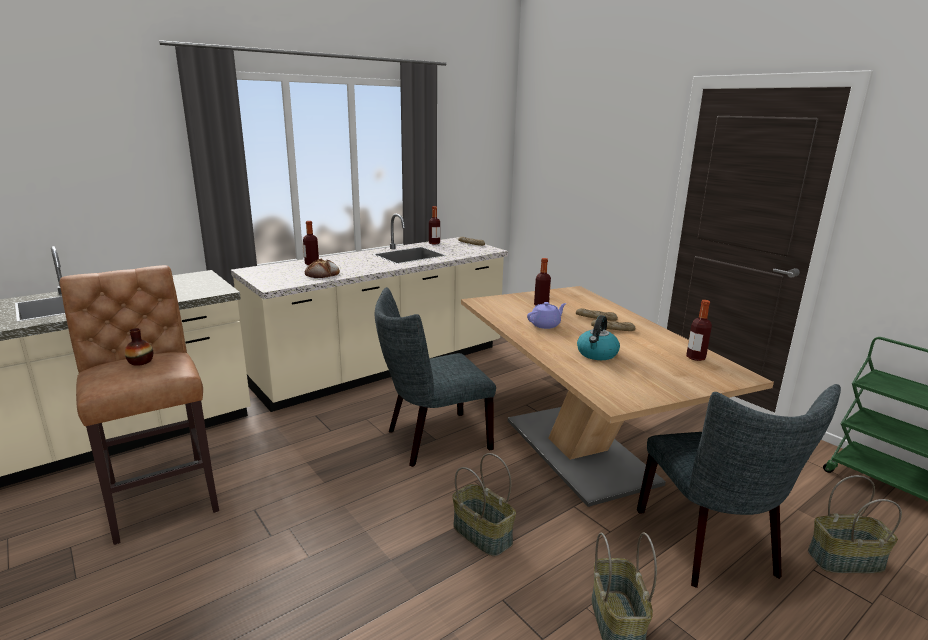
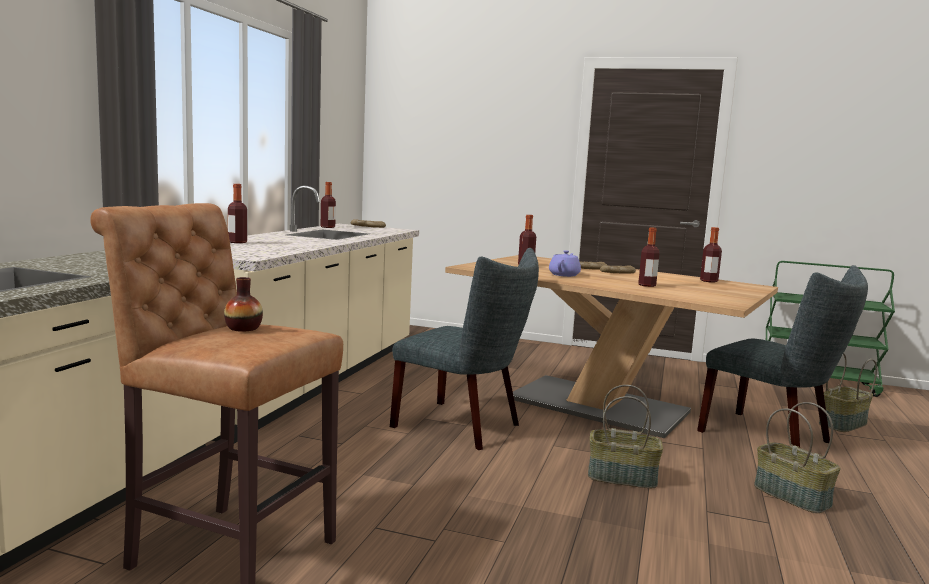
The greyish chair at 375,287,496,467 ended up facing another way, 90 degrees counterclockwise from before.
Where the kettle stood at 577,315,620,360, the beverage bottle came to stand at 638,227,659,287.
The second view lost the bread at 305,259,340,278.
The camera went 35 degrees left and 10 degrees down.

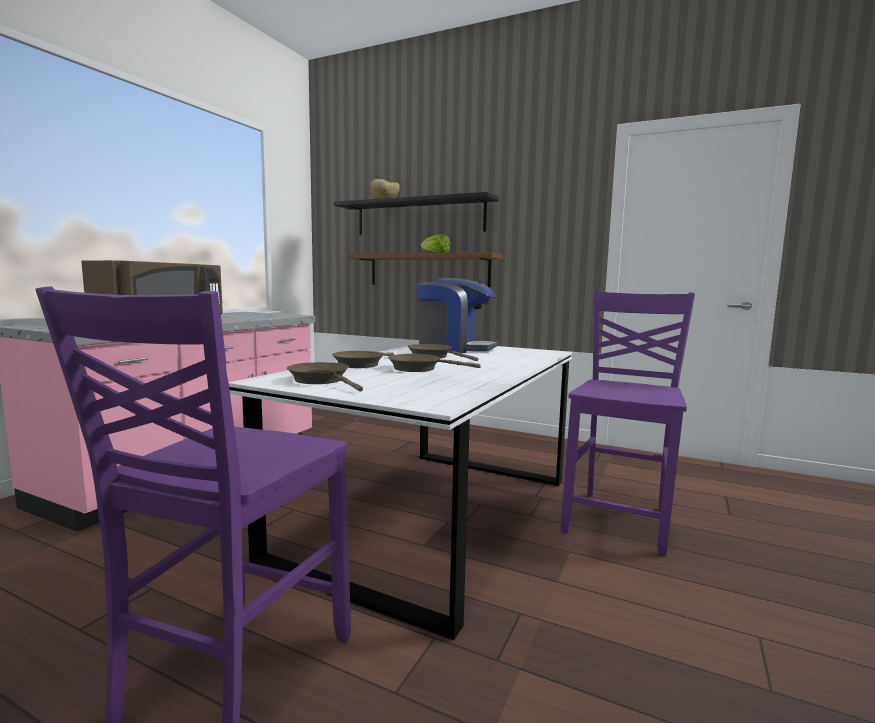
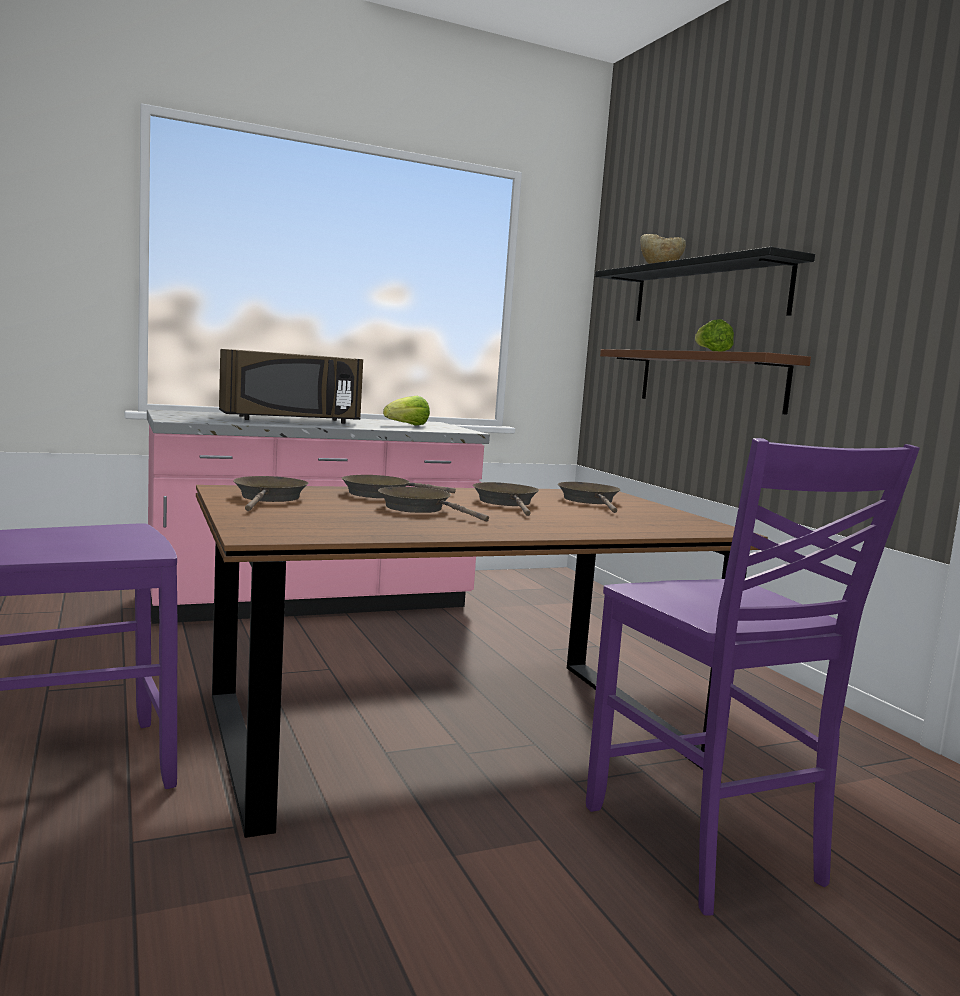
What was the whitish kitchen table at 228,346,572,640 turned into the brown kitchen table at 196,485,768,838.
The second view gained the lettuce head at 383,396,430,426.
Where the coffee machine stood at 417,278,498,353, the brown skillet came to stand at 558,482,621,513.
The purplish chair at 561,290,695,556 ended up facing another way, 90 degrees clockwise from before.
The camera went 40 degrees right and 0 degrees up.

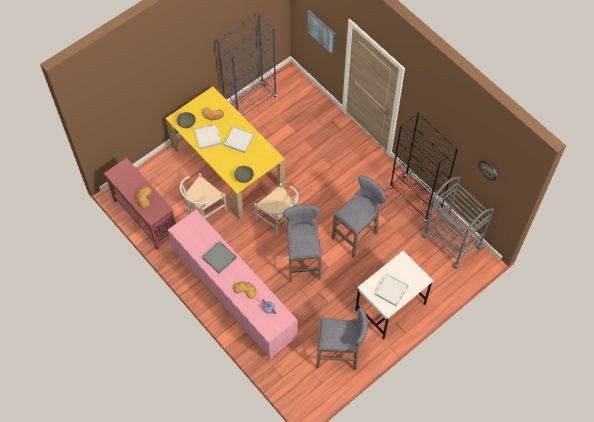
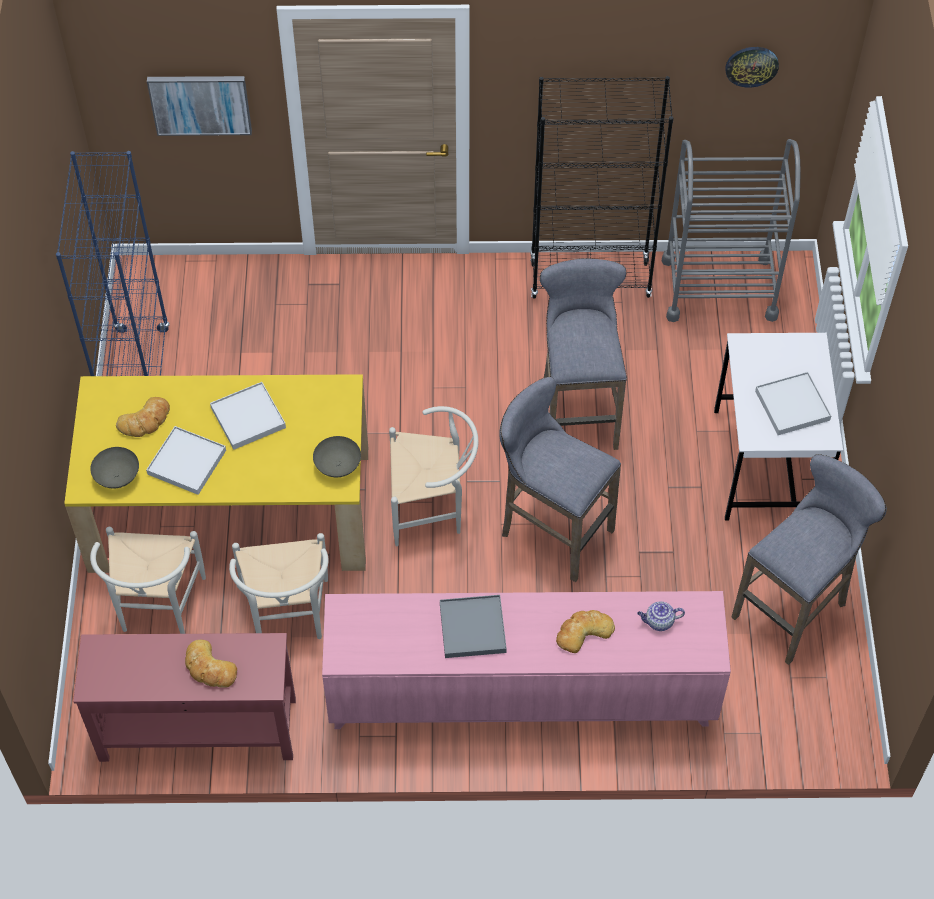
The second view gained the whitish chair at 90,527,206,634.
The camera went 50 degrees left and 5 degrees down.

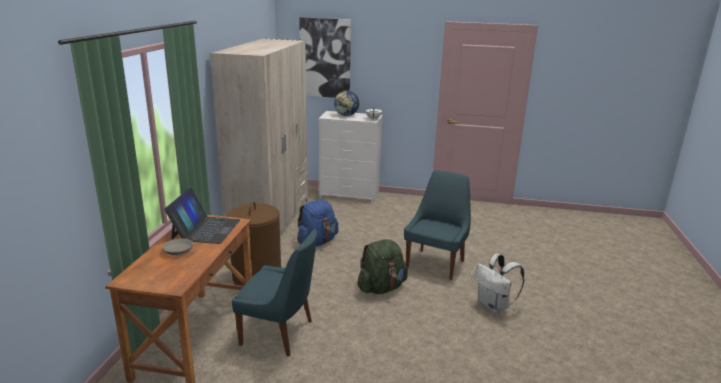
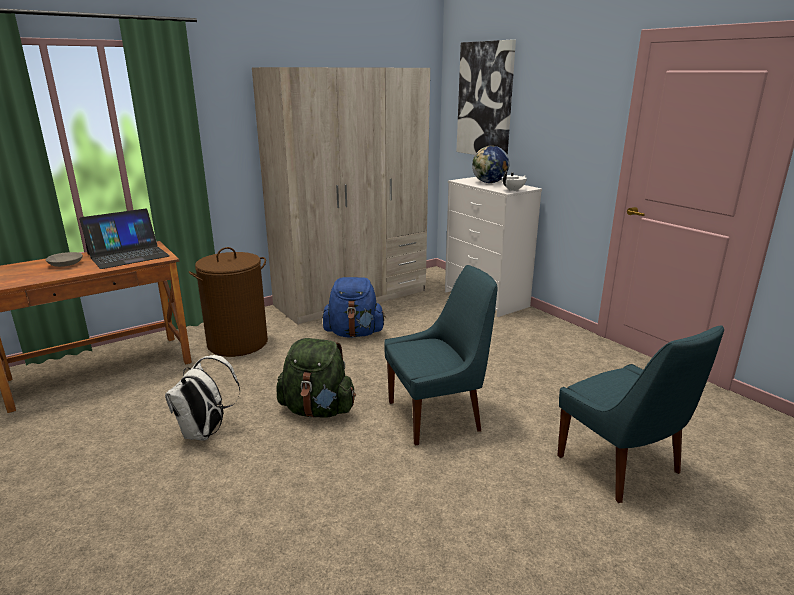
The whitish knapsack ended up elsewhere, having gone from 475,253,524,313 to 165,355,240,441.
The blue chair ended up elsewhere, having gone from 232,229,317,357 to 557,325,724,503.
The camera went 45 degrees right and 0 degrees up.

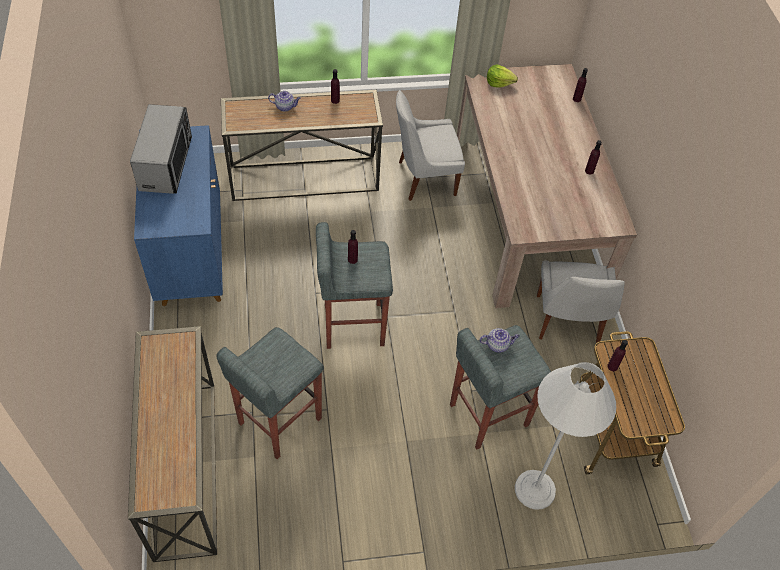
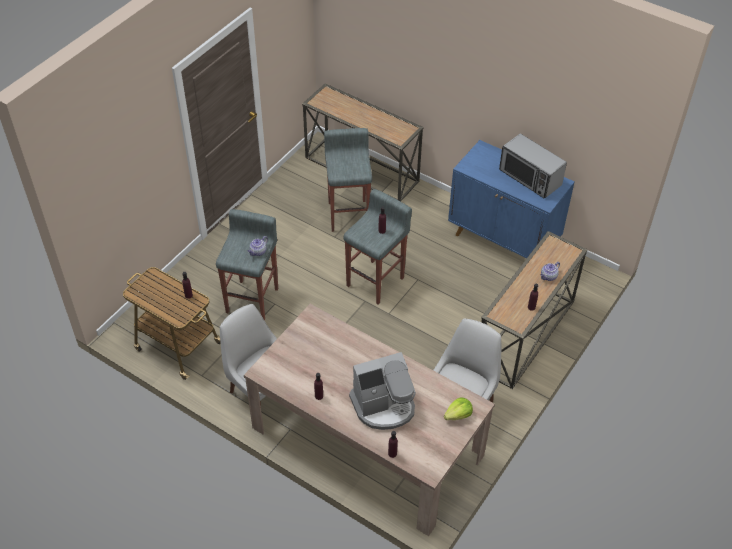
The second view gained the coffee machine at 349,352,416,430.
The second view lost the whitish floor lamp at 515,362,616,510.
The camera went 135 degrees right and 5 degrees down.

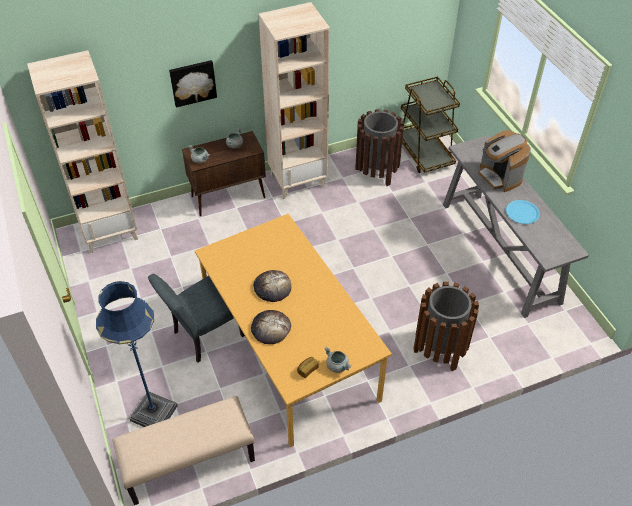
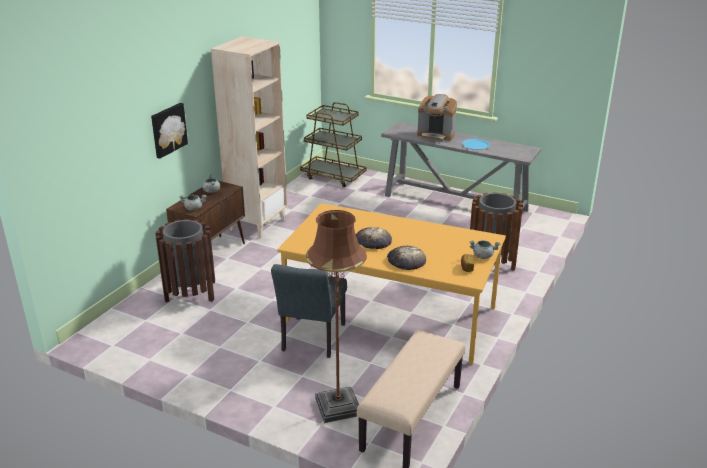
The brown waste bin ended up elsewhere, having gone from 355,109,404,186 to 156,219,215,302.
What was the blue floor lamp at 96,281,178,427 turned into the brown floor lamp at 306,210,367,423.
The second view lost the beige-coloured bookcase at 27,50,138,253.
The camera went 40 degrees left and 20 degrees down.

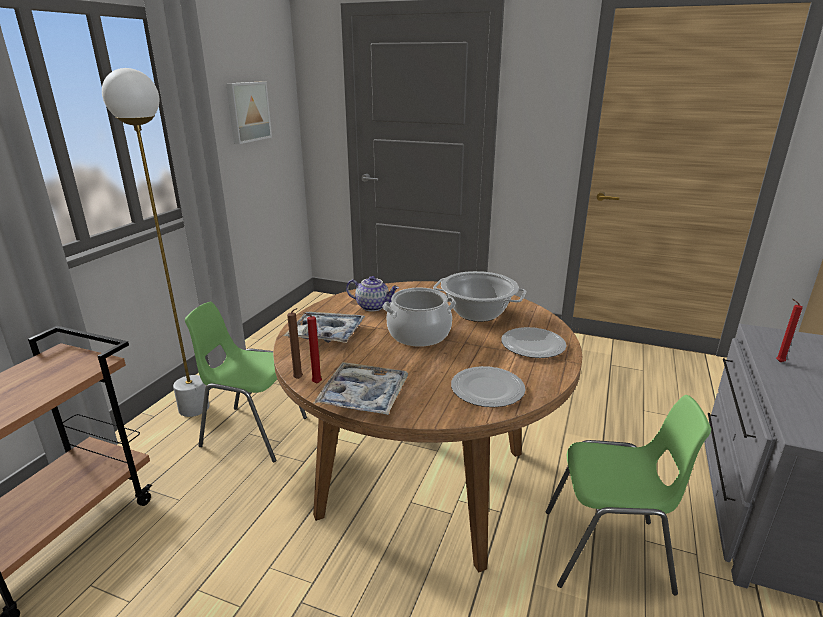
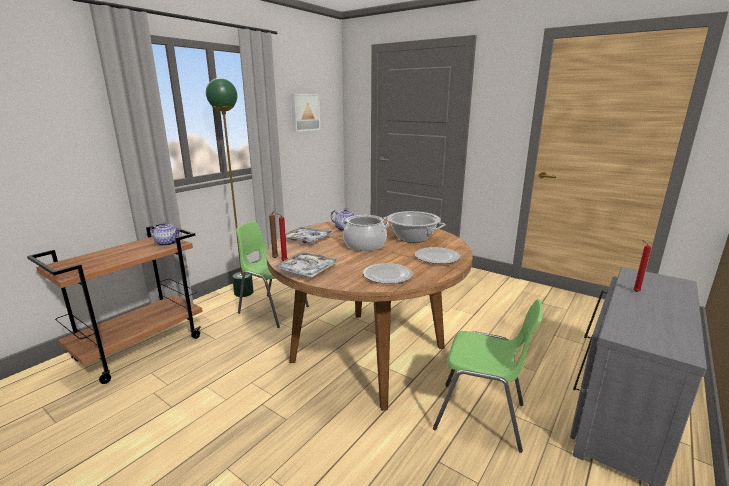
The second view gained the tea pot at 150,222,181,246.
What was the whitish floor lamp at 102,68,210,417 turned into the green floor lamp at 206,78,254,297.
The camera went 15 degrees right and 5 degrees down.

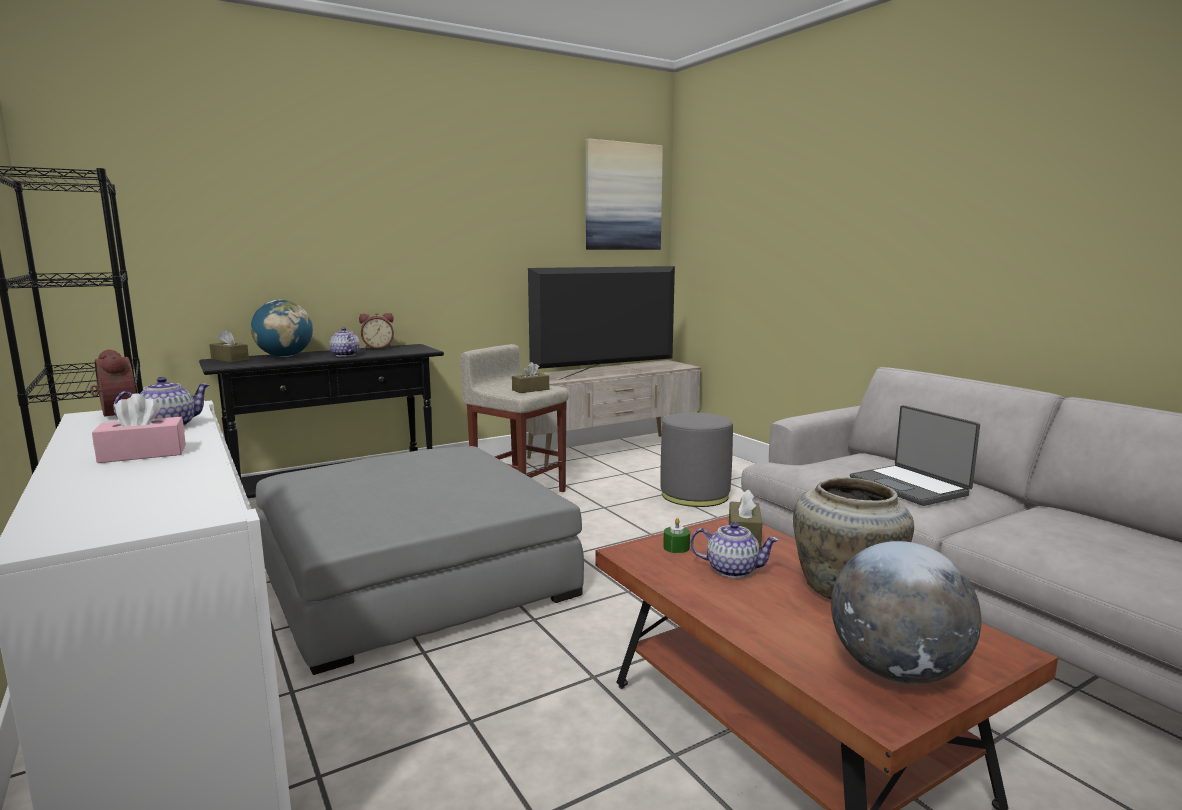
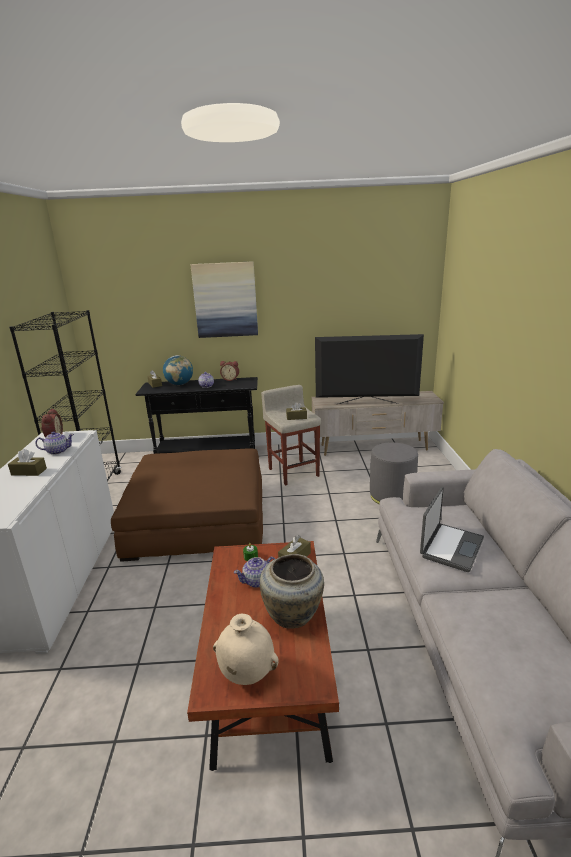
What was the pink tissue holder at 92,393,186,463 turned into the brown tissue holder at 8,449,47,476.
What was the greyish pouffe at 256,446,584,675 turned into the brown pouffe at 111,448,263,562.
The wall art ended up elsewhere, having gone from 586,139,663,250 to 191,261,258,338.
Where the desk globe stood at 831,541,981,684, the beige-coloured vase came to stand at 213,614,279,685.
The tea pot at 690,522,779,578 ended up facing another way, 105 degrees clockwise from before.
The laptop at 850,405,980,506 ended up facing another way, 150 degrees counterclockwise from before.
The camera went 30 degrees right and 10 degrees up.

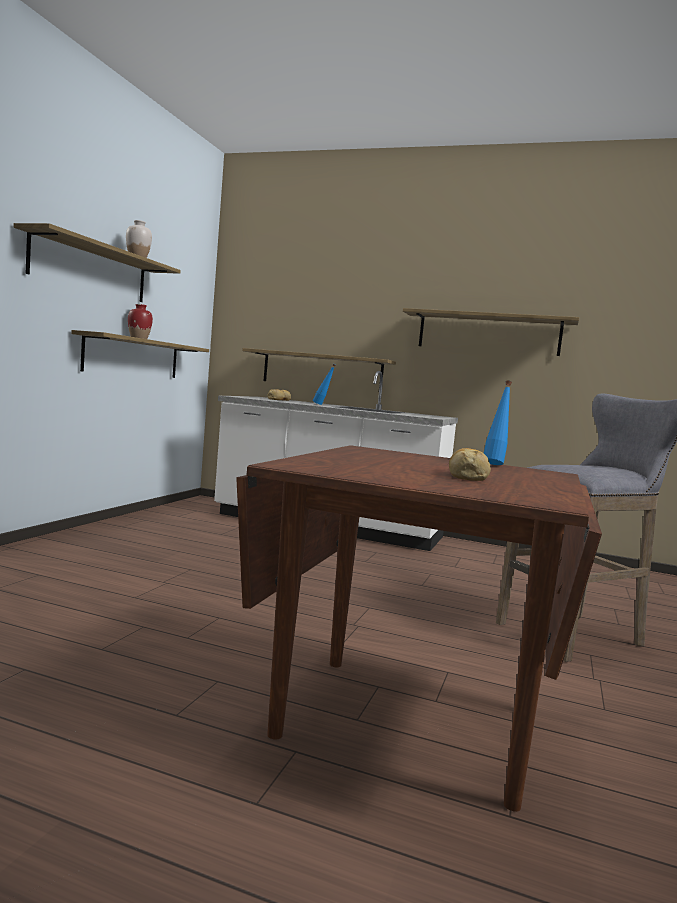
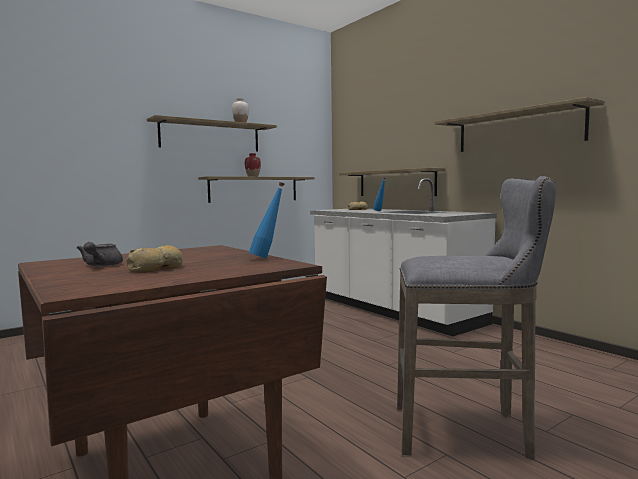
The second view gained the greyish tea pot at 77,242,123,267.
The camera went 35 degrees right and 0 degrees up.

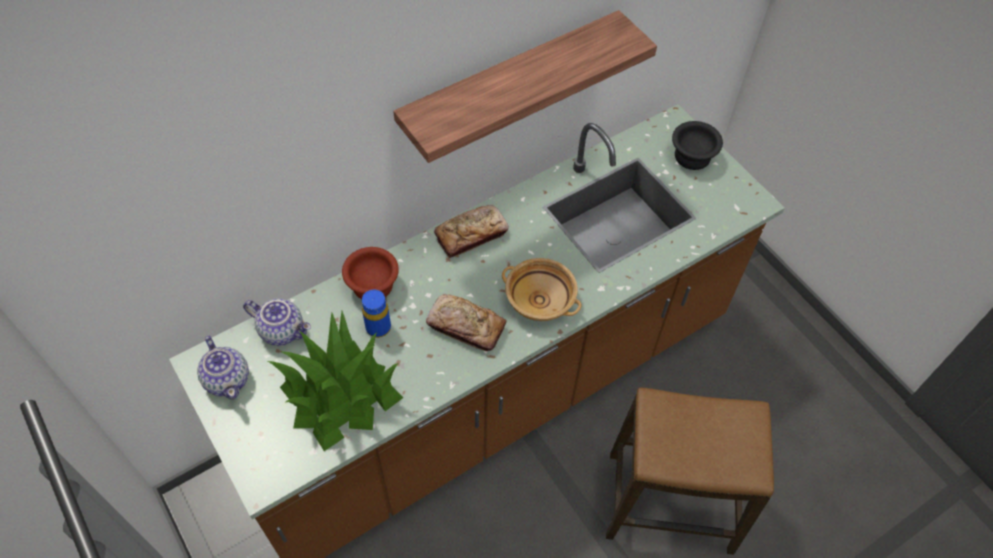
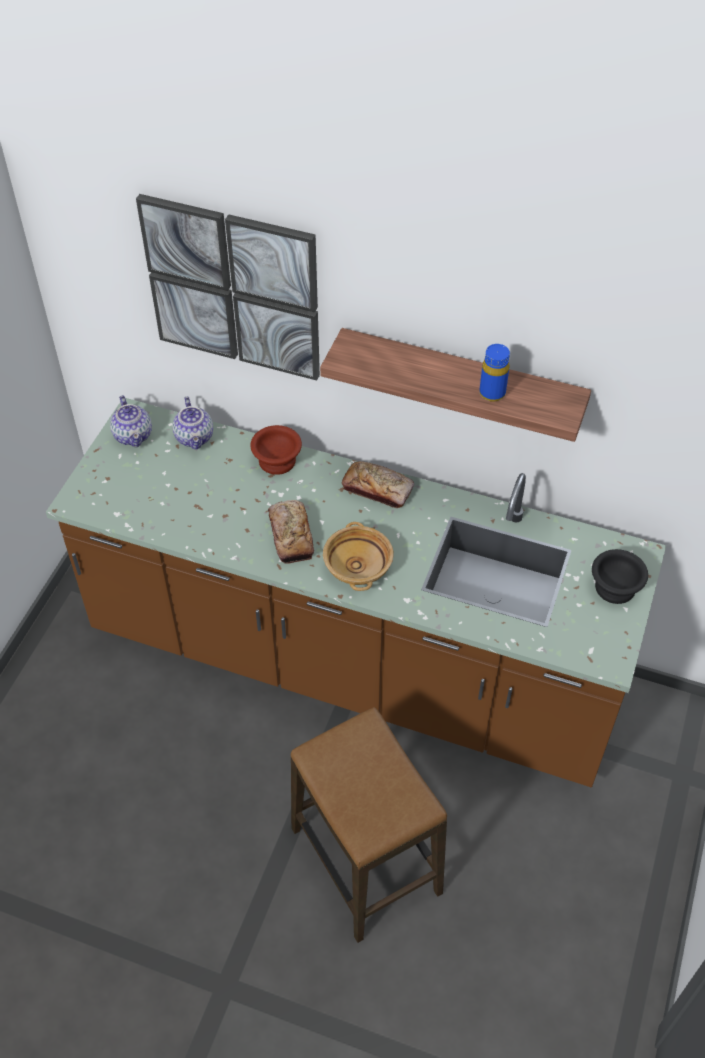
The tea pot at 197,335,249,400 ended up facing another way, 45 degrees counterclockwise from before.
The second view gained the wall art at 136,194,320,381.
The blue beverage bottle ended up elsewhere, having gone from 362,289,391,338 to 479,344,510,402.
The second view lost the houseplant at 267,311,404,451.
The camera went 55 degrees right and 5 degrees down.

